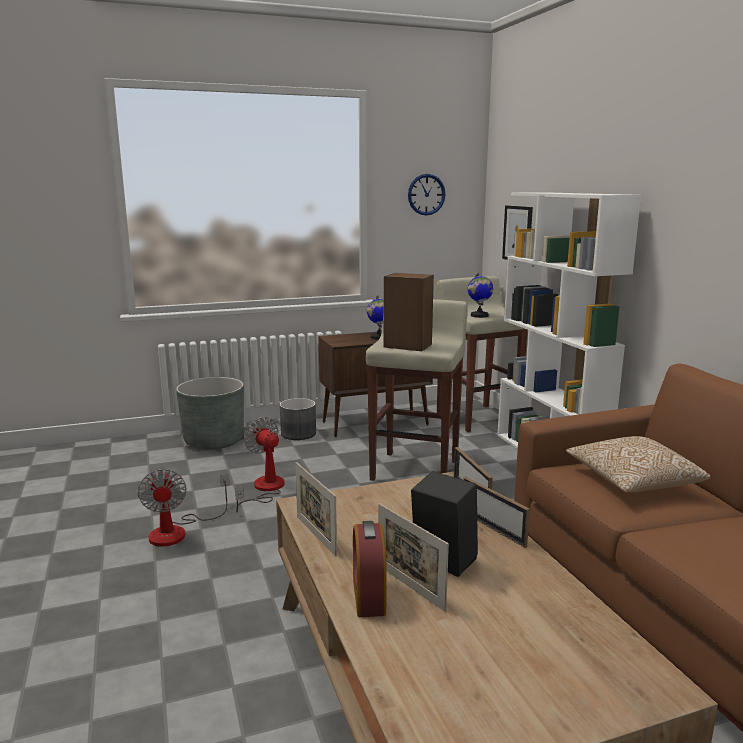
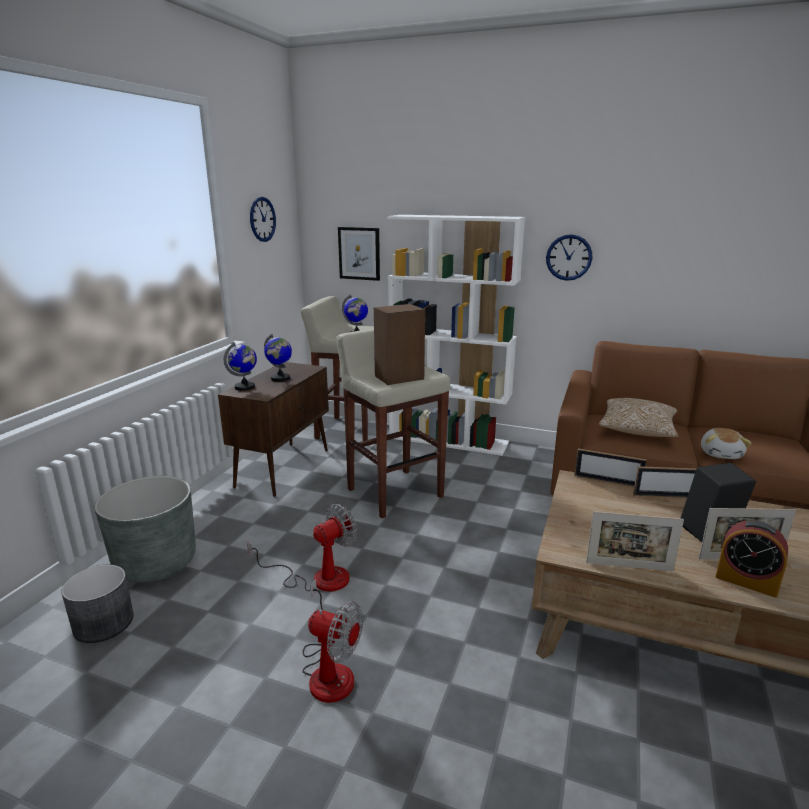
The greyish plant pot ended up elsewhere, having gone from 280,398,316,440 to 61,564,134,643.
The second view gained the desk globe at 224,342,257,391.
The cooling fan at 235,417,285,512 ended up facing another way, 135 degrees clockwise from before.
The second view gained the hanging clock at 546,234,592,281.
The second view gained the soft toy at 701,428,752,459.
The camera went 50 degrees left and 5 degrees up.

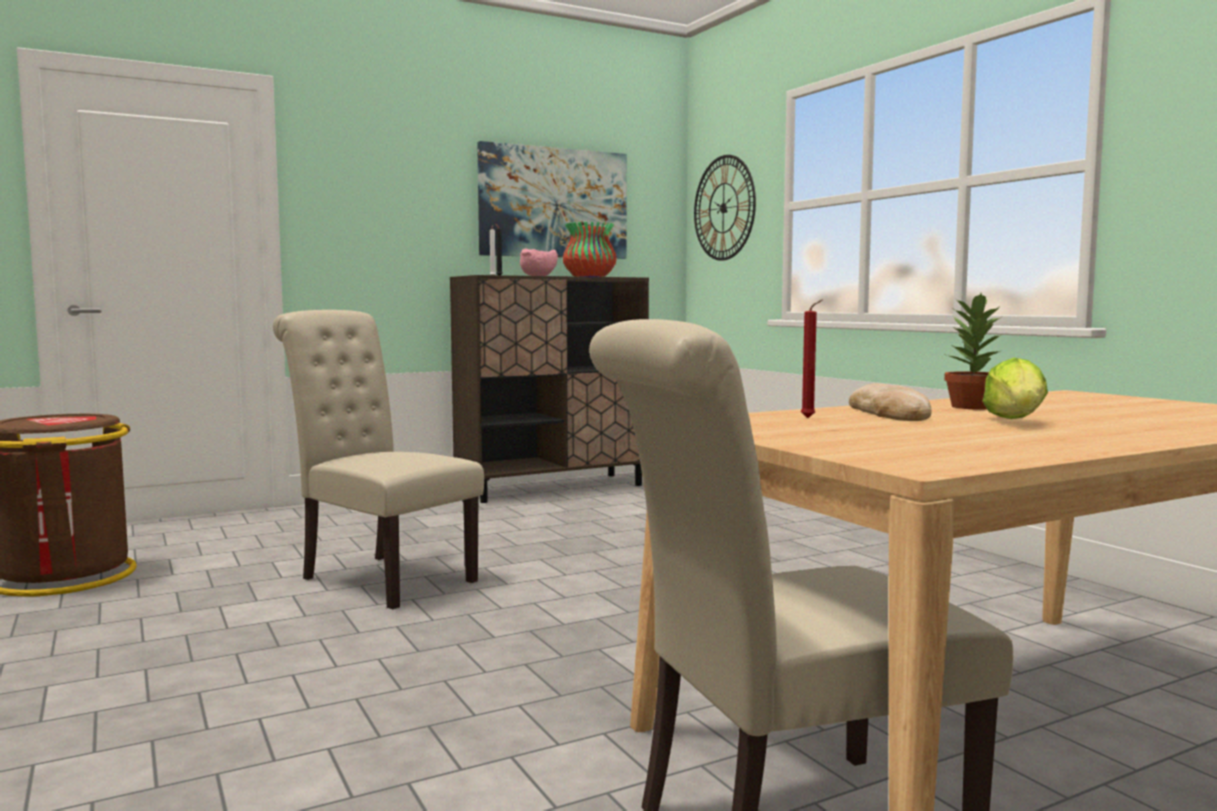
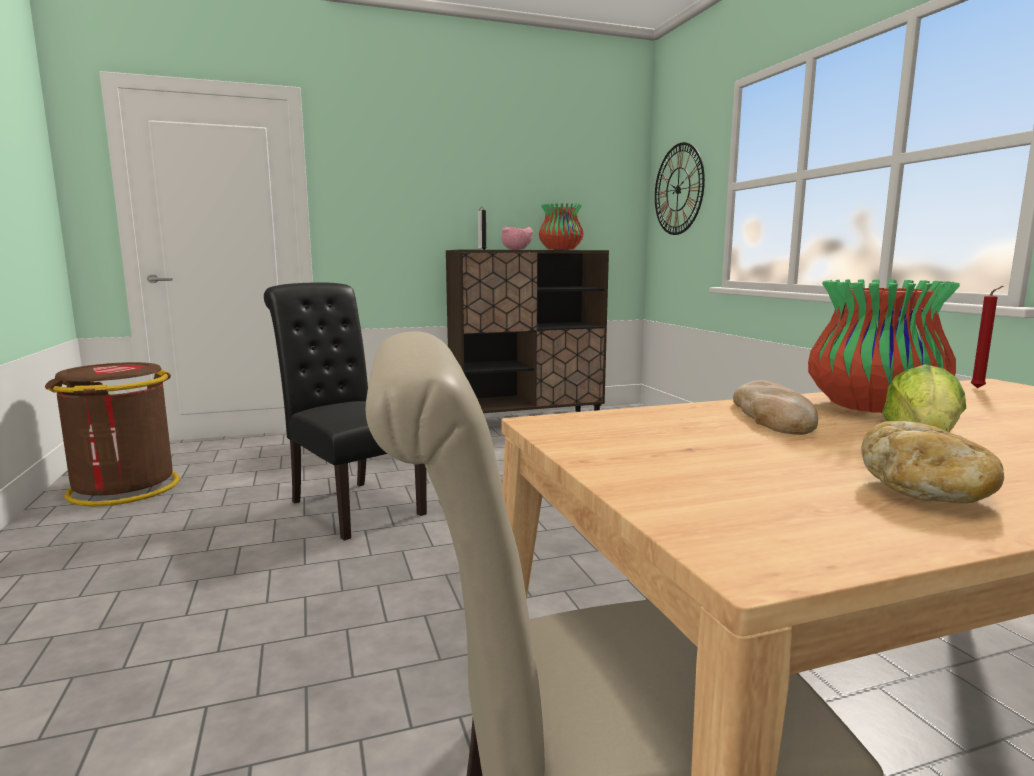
What was the beige-coloured chair at 273,310,484,609 turned into the blackish chair at 264,282,427,541.
Where the houseplant stood at 944,293,1004,410, the vase came to stand at 808,279,960,413.
The second view gained the bread at 862,421,1004,504.
The red-coloured wax light ended up elsewhere, having gone from 801,300,822,418 to 971,286,1003,388.
The second view lost the wall art at 477,141,627,259.
The camera went 10 degrees right and 5 degrees up.

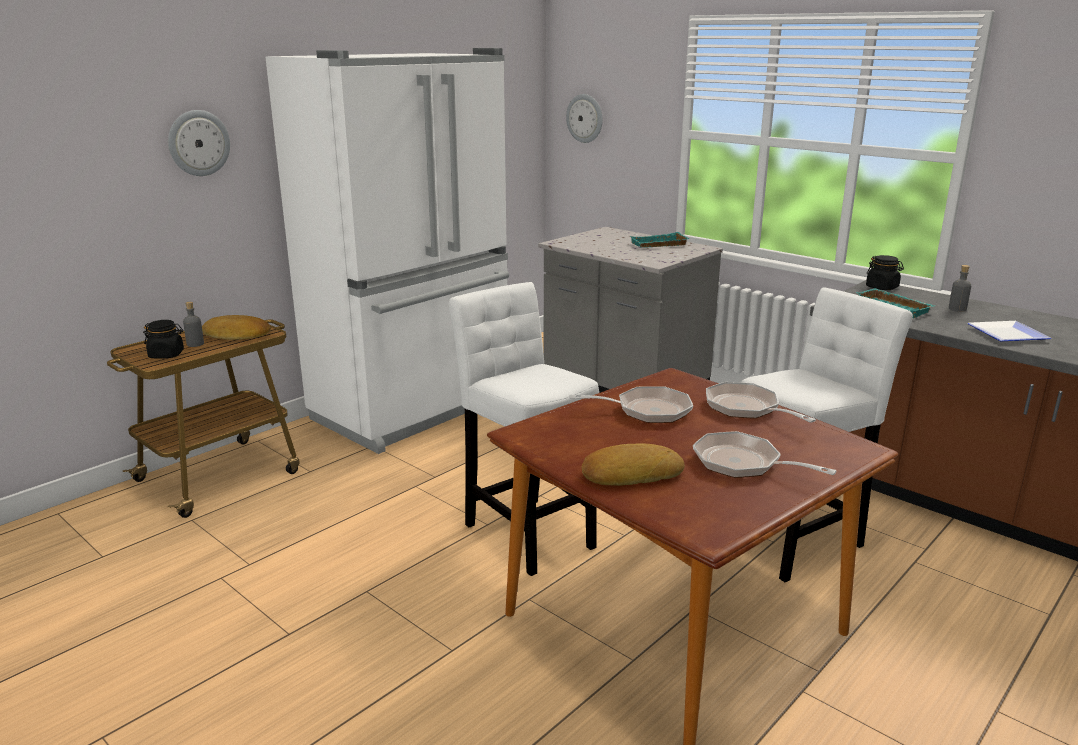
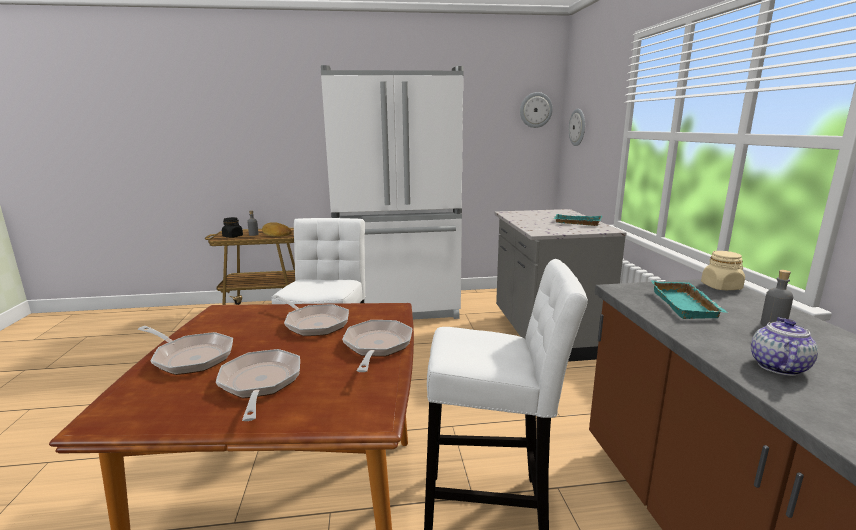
Where the bread stood at 582,444,685,486, the skillet came to stand at 137,326,233,375.
The hanging clock ended up elsewhere, having gone from 168,110,230,176 to 520,92,553,128.
What was the blackish preserve jar at 866,255,904,290 turned into the beige-coloured preserve jar at 701,251,745,290.
Where the flat dish stood at 968,321,1051,341, the tea pot came to stand at 751,317,818,376.
The camera went 40 degrees right and 5 degrees down.

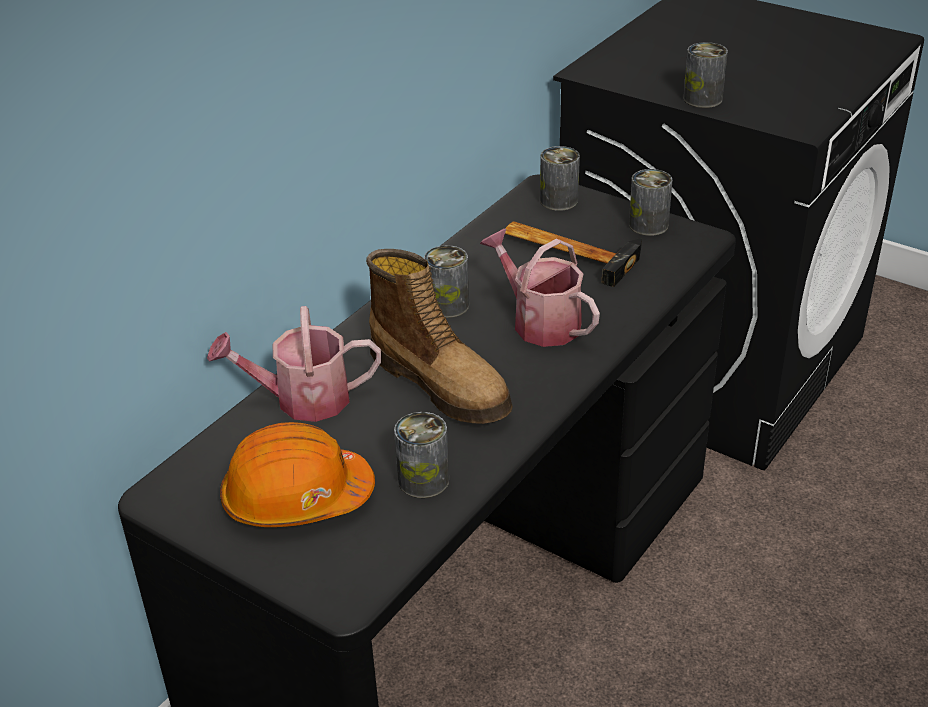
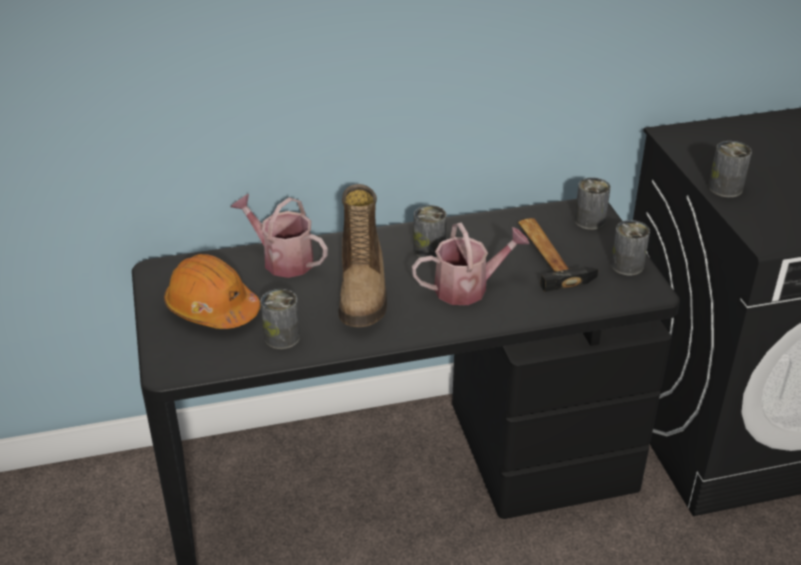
The watering can at 480,229,600,347 ended up facing another way, 75 degrees clockwise from before.
The camera went 40 degrees right and 0 degrees up.

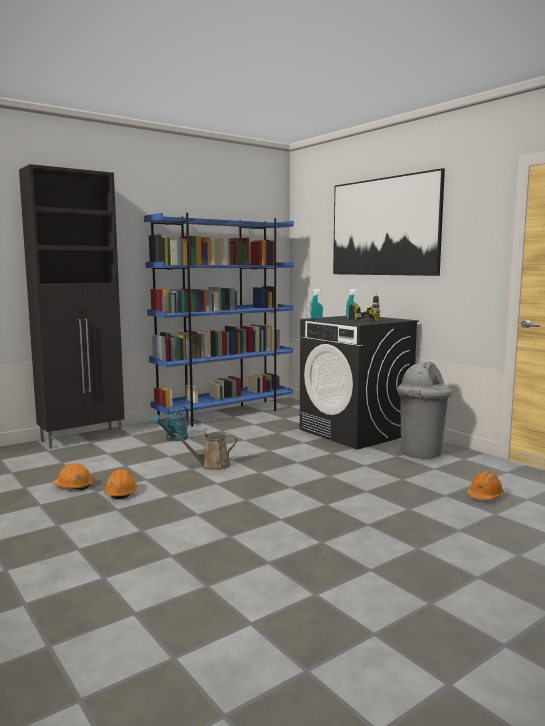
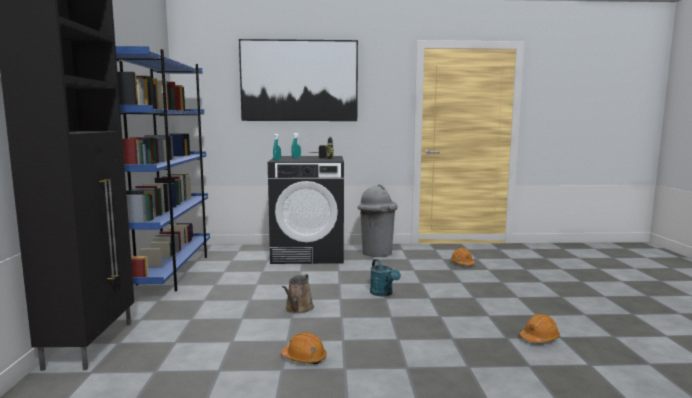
The blue-green watering can ended up elsewhere, having gone from 151,407,189,441 to 370,259,401,296.
The orange hard hat ended up elsewhere, having gone from 53,463,94,490 to 520,314,560,343.
The camera went 55 degrees left and 0 degrees up.

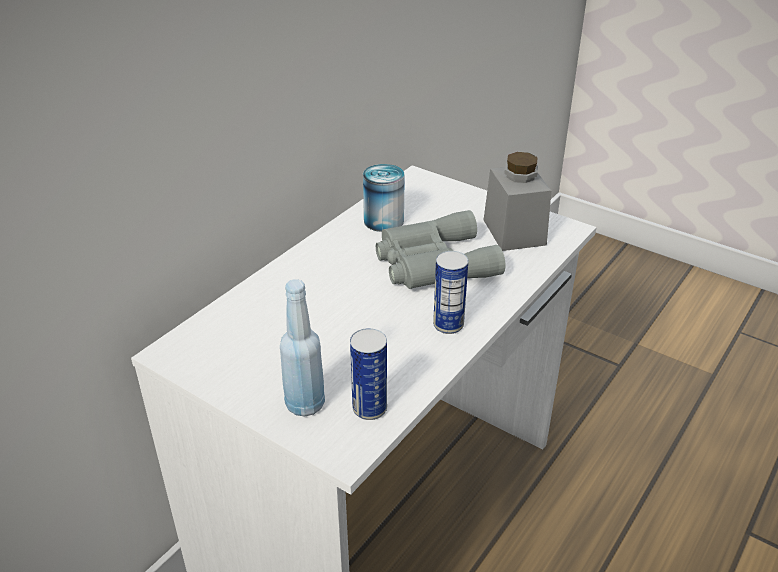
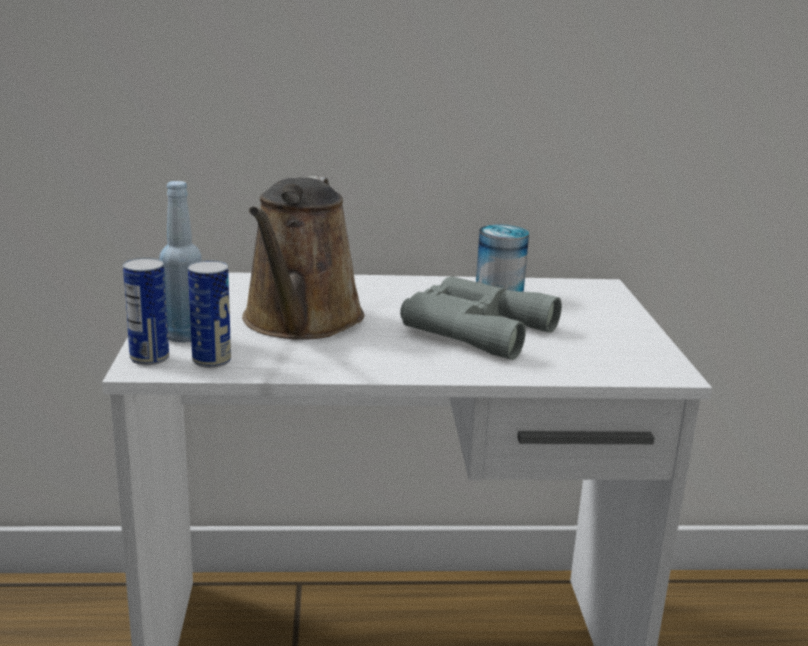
The can ended up elsewhere, having gone from 433,251,468,334 to 123,258,169,365.
The second view gained the brown watering can at 242,176,364,340.
The second view lost the greyish preserve jar at 484,152,551,251.
The camera went 50 degrees right and 15 degrees down.

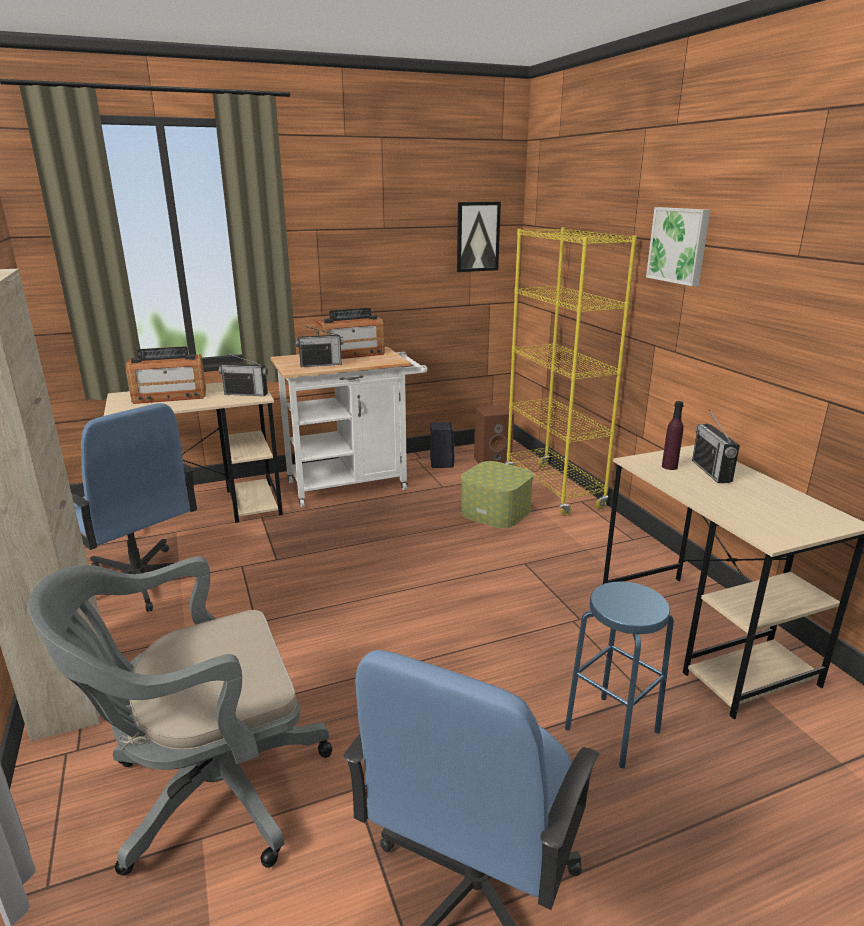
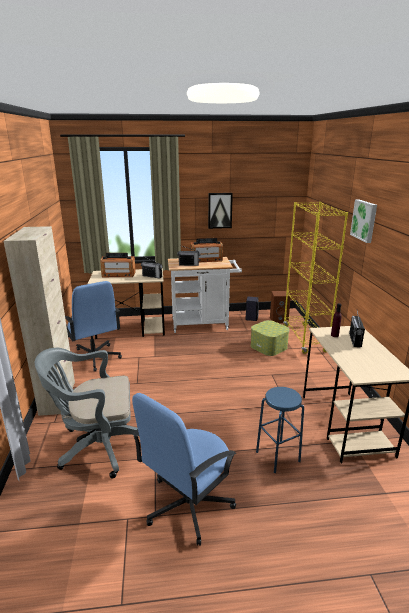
The wall art ended up elsewhere, having gone from 457,202,501,272 to 208,193,233,229.
The camera went 15 degrees right and 0 degrees up.

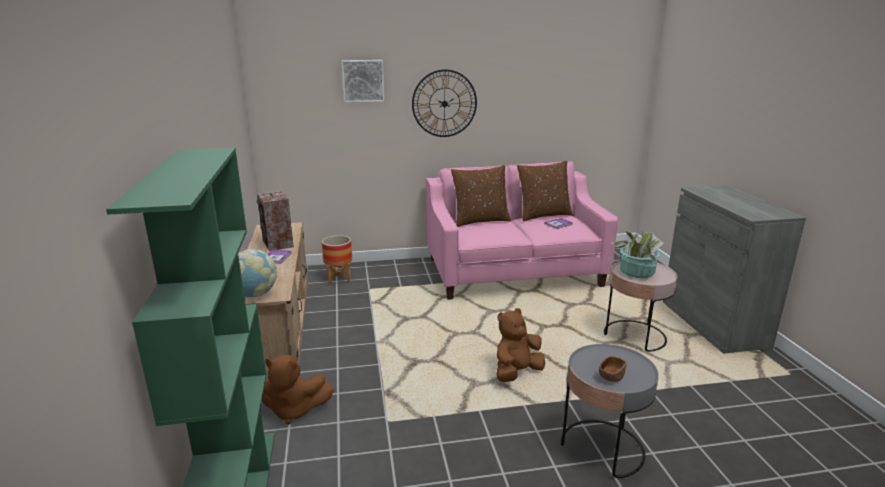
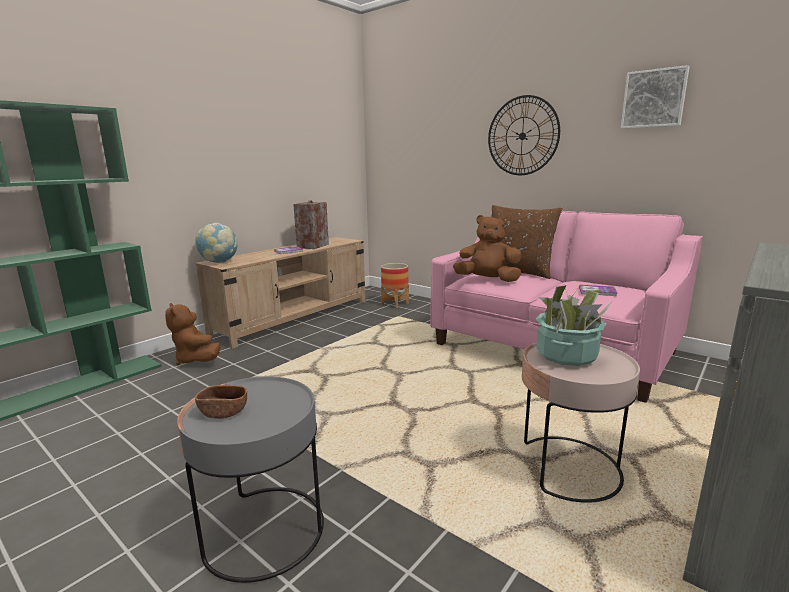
The brown soft toy ended up elsewhere, having gone from 496,308,545,382 to 453,215,522,282.
The wall art ended up elsewhere, having gone from 342,60,384,103 to 621,65,690,129.
The second view lost the brown throw pillow at 517,161,573,221.
The camera went 50 degrees right and 5 degrees down.

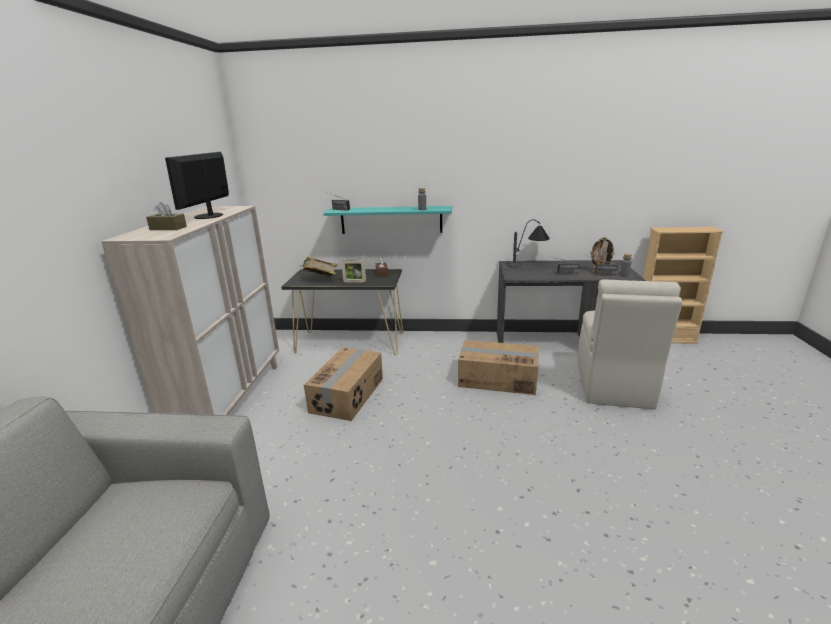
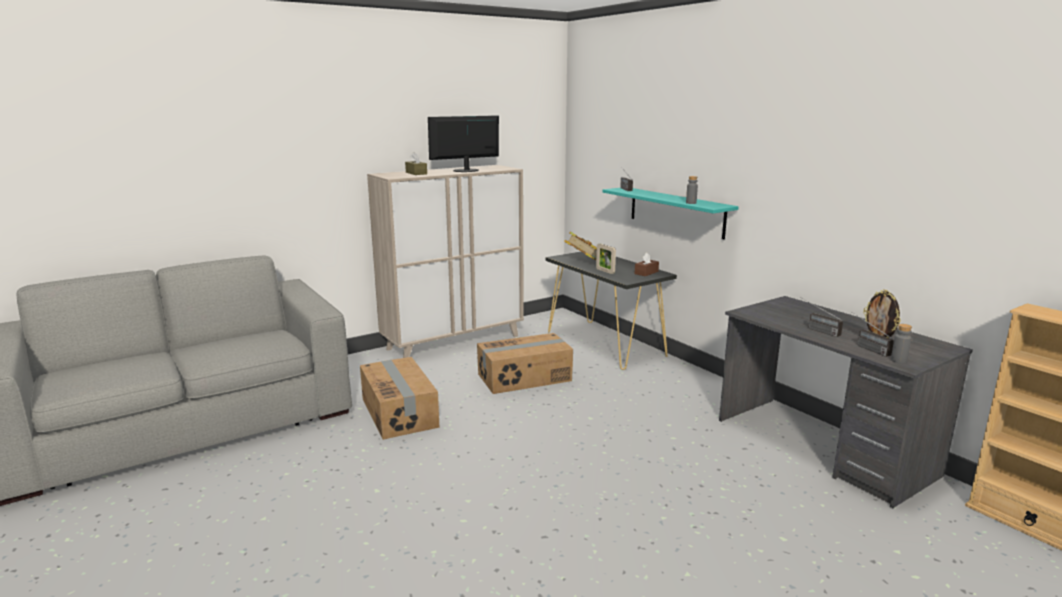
The carton ended up elsewhere, having gone from 458,340,539,395 to 360,357,440,440.
The second view lost the tabletop lamp at 507,219,550,268.
The second view lost the beige-coloured chair at 578,279,683,409.
The camera went 50 degrees right and 5 degrees down.

